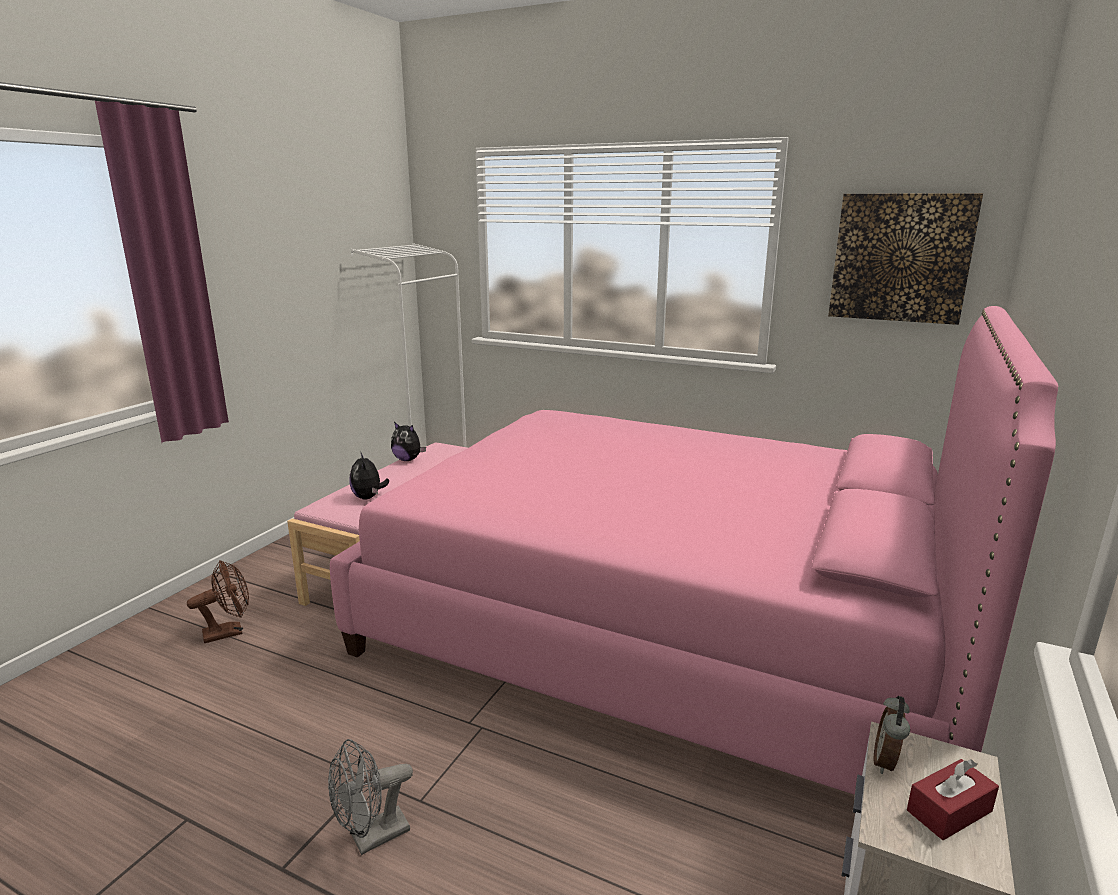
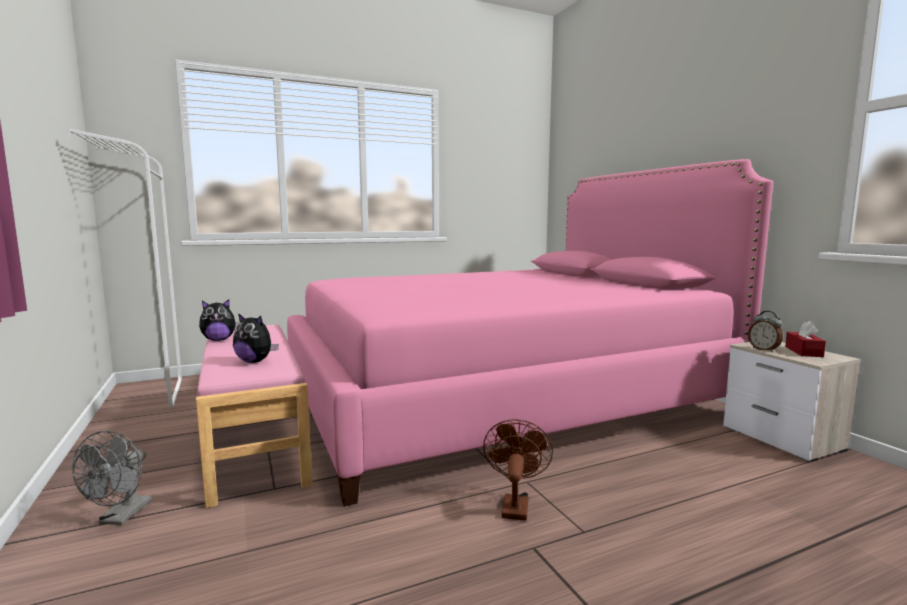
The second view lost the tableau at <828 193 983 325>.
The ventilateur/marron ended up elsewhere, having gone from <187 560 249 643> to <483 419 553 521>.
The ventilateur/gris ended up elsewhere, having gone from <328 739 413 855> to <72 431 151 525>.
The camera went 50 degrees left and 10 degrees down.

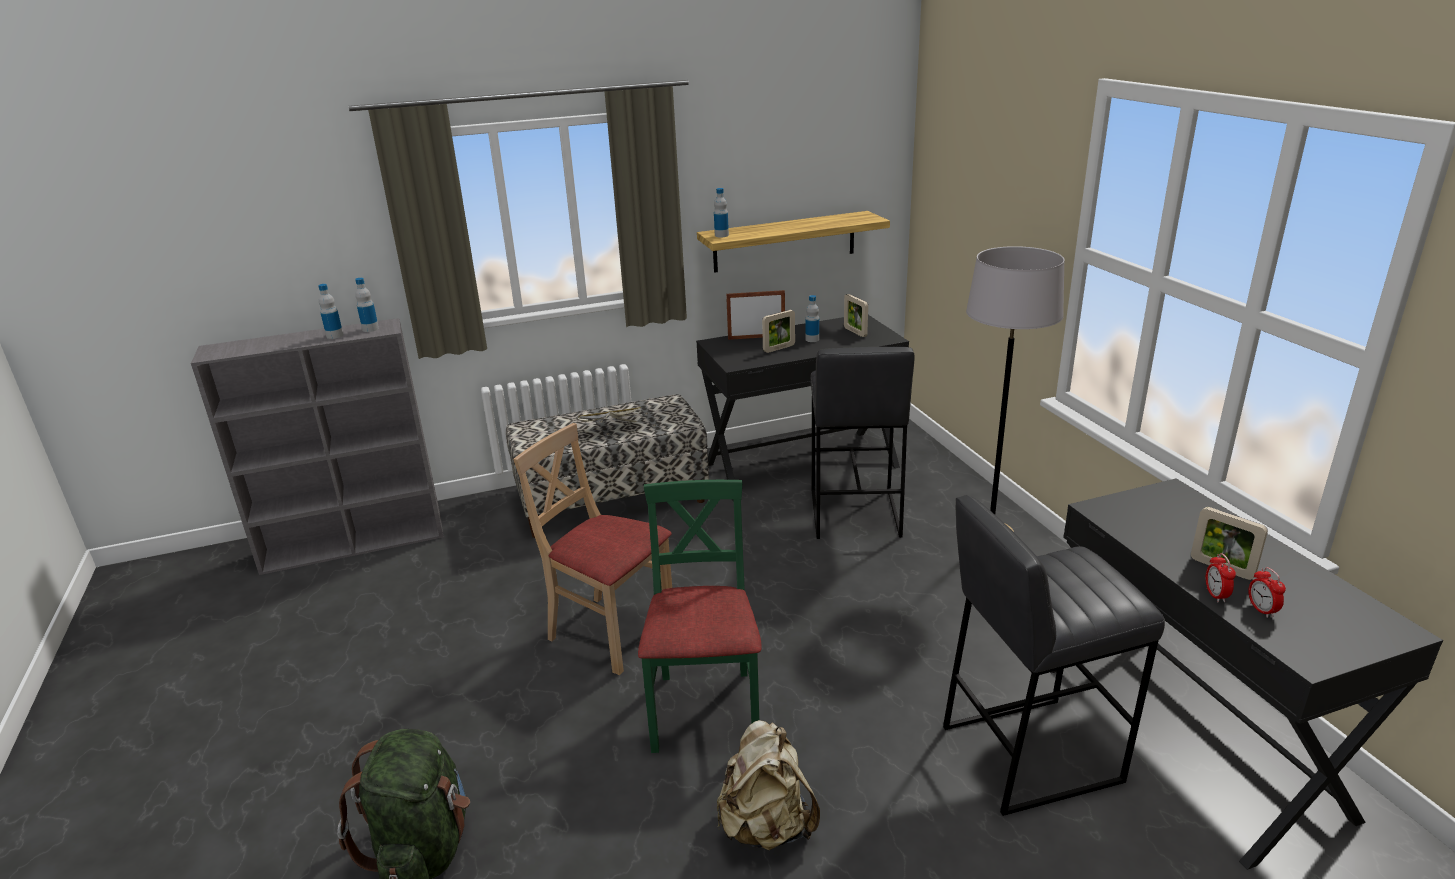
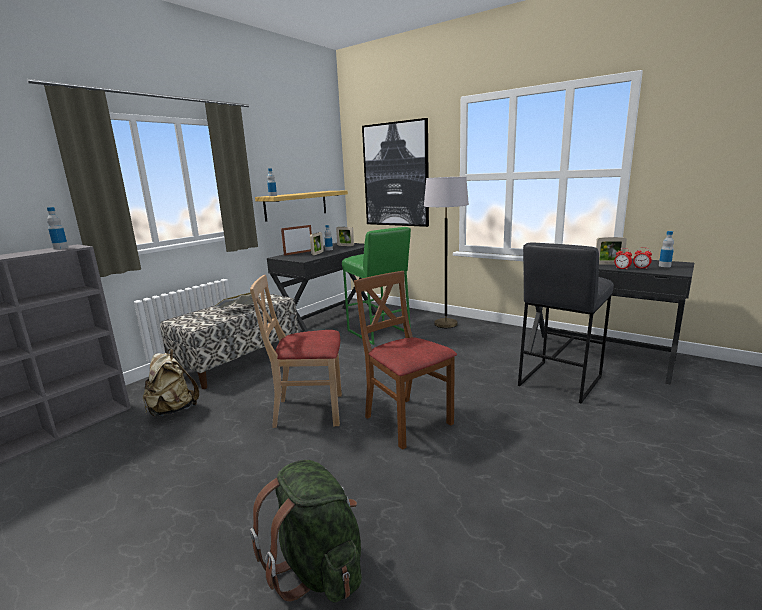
The bouteille ended up elsewhere, having gone from <318 284 343 339> to <659 231 674 267>.
What was the tabouret/gris at <810 347 915 539> turned into the tabouret/vert at <342 227 411 345>.
What was the chaise/vert at <638 480 762 753> turned into the chaise/marron at <354 271 457 450>.
The sac à dos/beige ended up elsewhere, having gone from <717 720 820 850> to <143 349 199 417>.
The second view gained the tableau at <362 118 429 227>.
The camera went 35 degrees left and 10 degrees down.

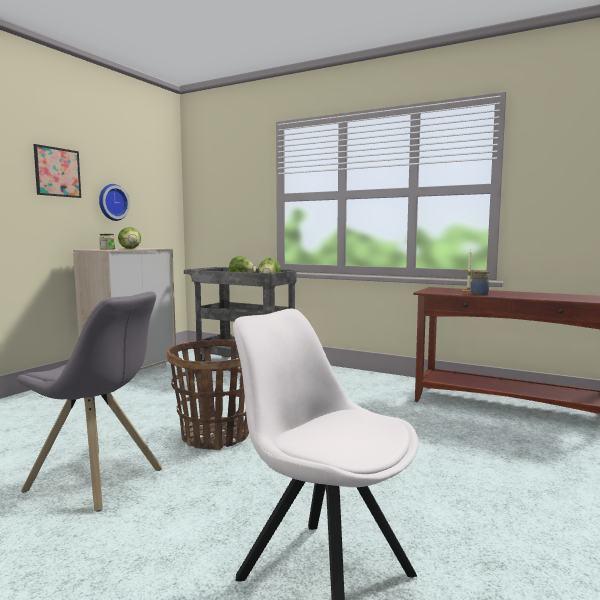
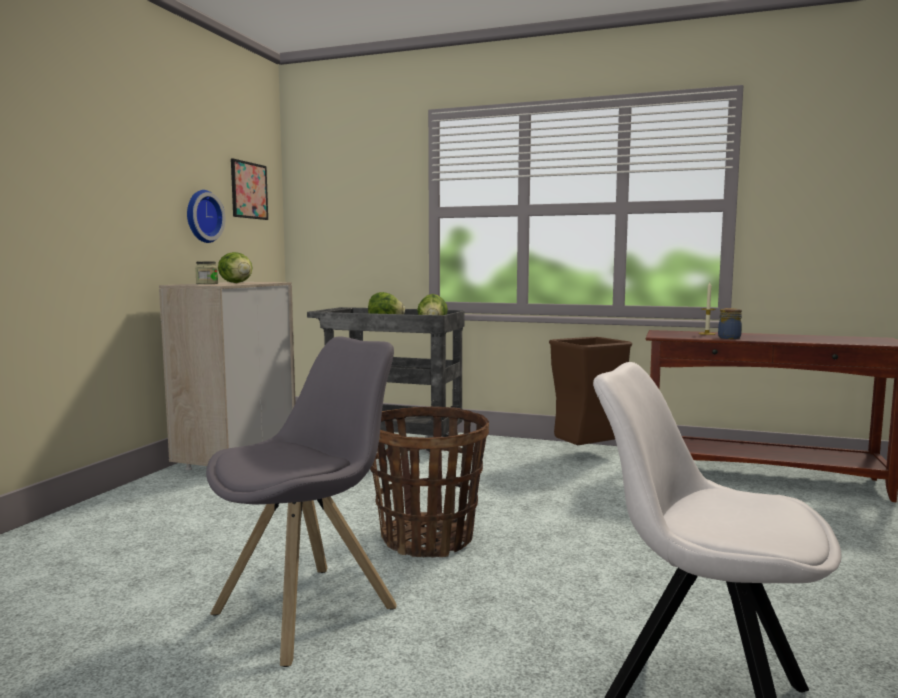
The tableau ended up elsewhere, having gone from <34 144 81 198> to <231 158 268 220>.
The chaise/gris at <17 291 162 512> ended up facing another way, 60 degrees counterclockwise from before.
The second view gained the poubelle/marron at <549 337 632 445>.
The camera went 10 degrees left and 0 degrees up.

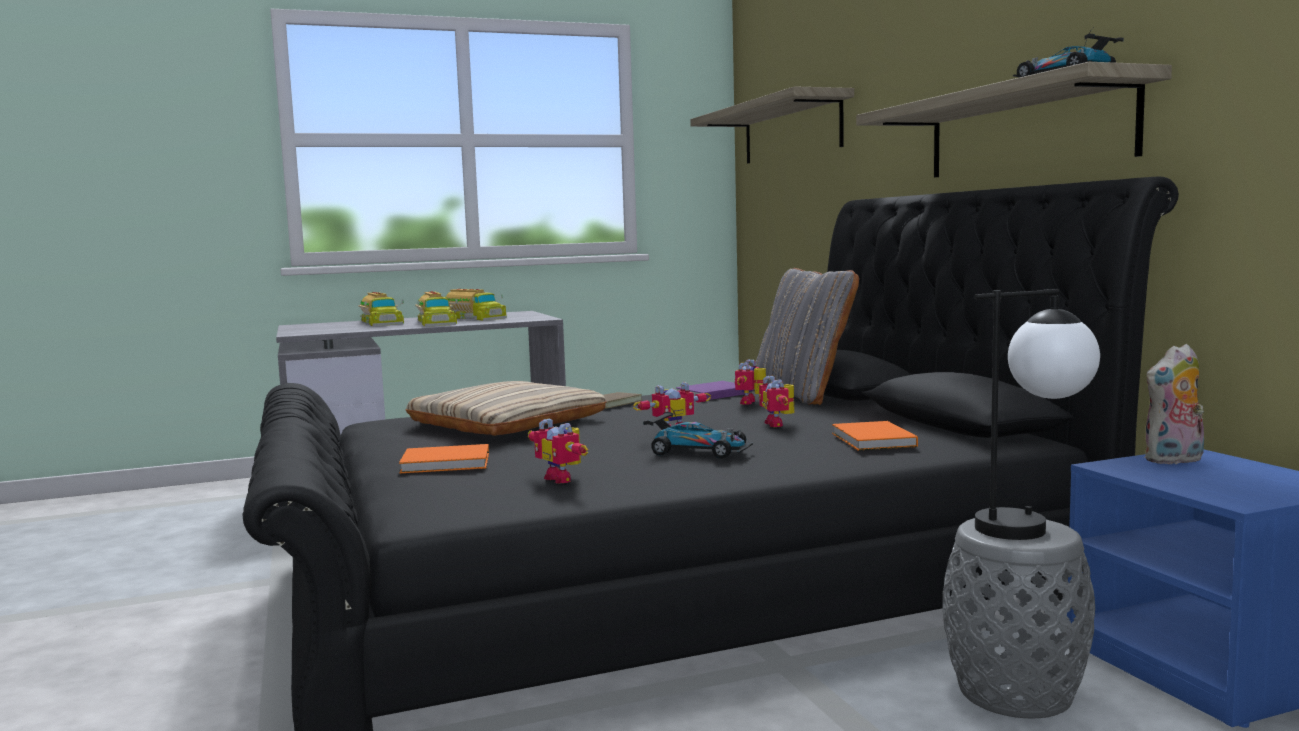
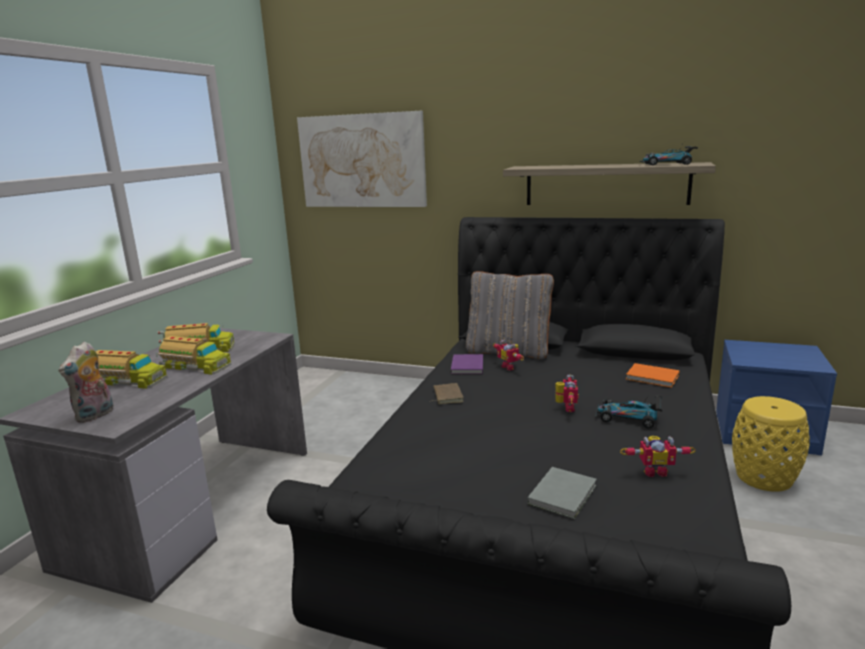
Where the étagère hung at <690 86 854 164>, the tableau came to hang at <297 111 427 207>.
The second view lost the lampe de table at <974 289 1100 540>.
The peluche ended up elsewhere, having gone from <1144 344 1204 465> to <58 342 114 423>.
The second view lost the robot jouet at <759 376 794 427>.
The second view lost the coussin/beige at <405 381 606 436>.
The petite voiture at <643 406 753 459> ended up facing another way, 135 degrees counterclockwise from before.
What was the livre/orange at <399 444 489 473> turned into the livre/gris at <527 467 597 519>.
What was the tabouret/gris at <942 518 1095 718> turned into the tabouret/jaune at <732 396 810 492>.
The camera went 50 degrees left and 10 degrees up.

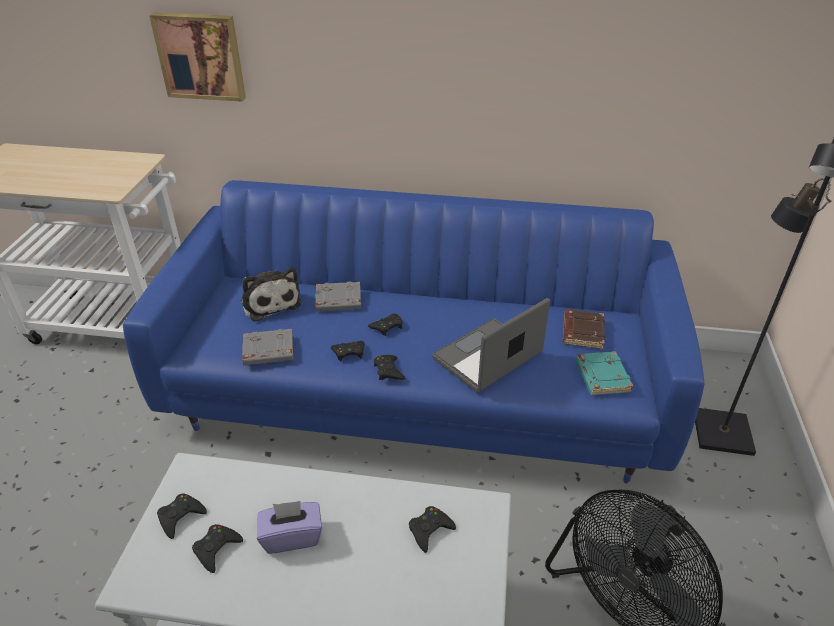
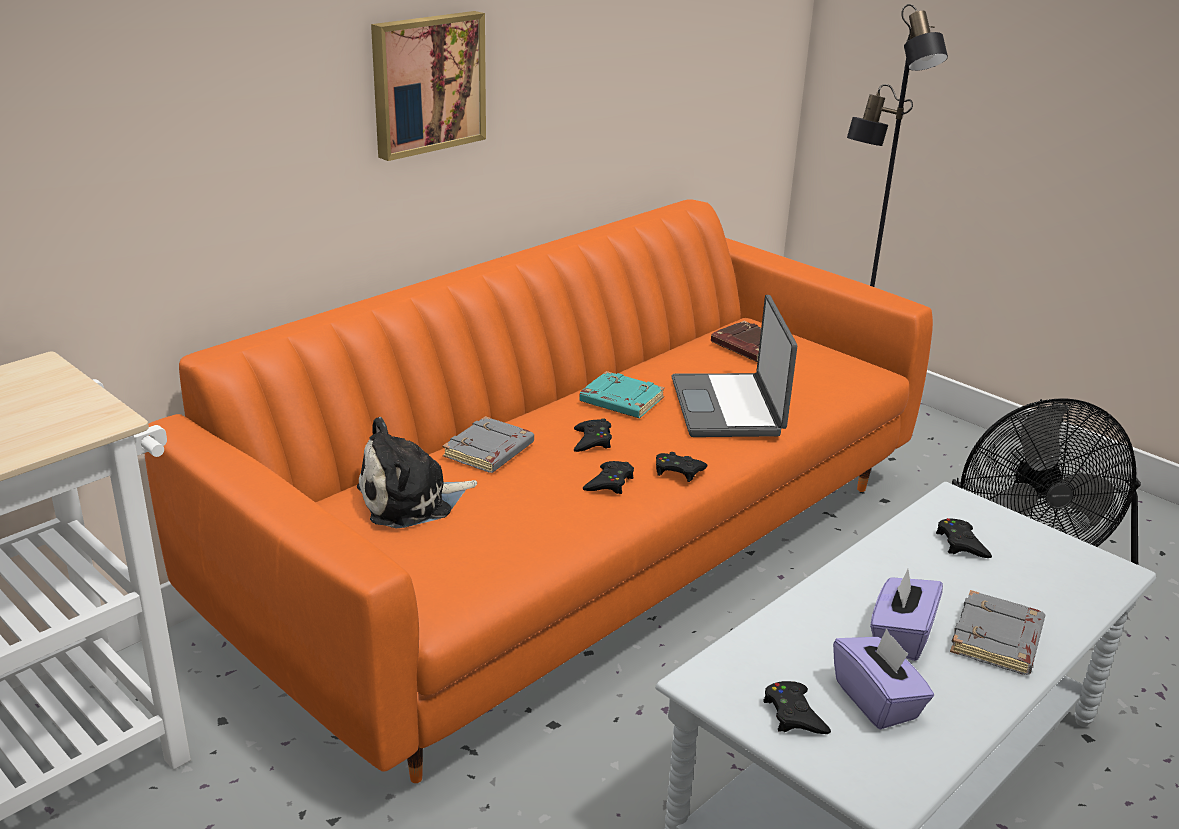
The tableau ended up elsewhere, having gone from <149 13 246 102> to <371 11 486 161>.
What was the canapé/bleu at <123 180 704 482> turned into the canapé/orange at <144 199 933 783>.
The peluche at <241 267 301 322> ended up facing another way, 150 degrees clockwise from before.
The livre/gris ended up elsewhere, having gone from <242 329 293 365> to <950 590 1045 675>.
The livre/turquoise ended up elsewhere, having gone from <575 351 633 395> to <579 371 665 418>.
Where the manette/noir stood at <192 524 243 573>, the boîte à mouchoirs/violet came to stand at <833 628 934 730>.
The camera went 55 degrees left and 10 degrees down.

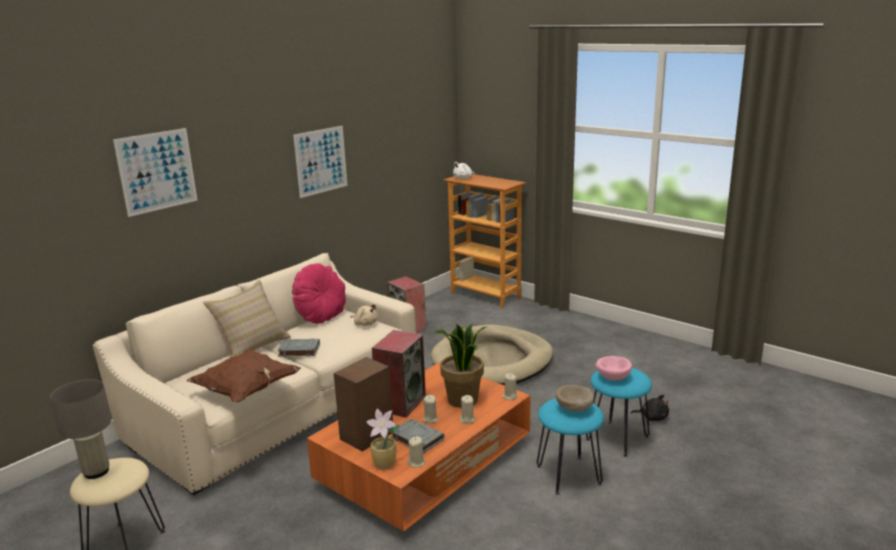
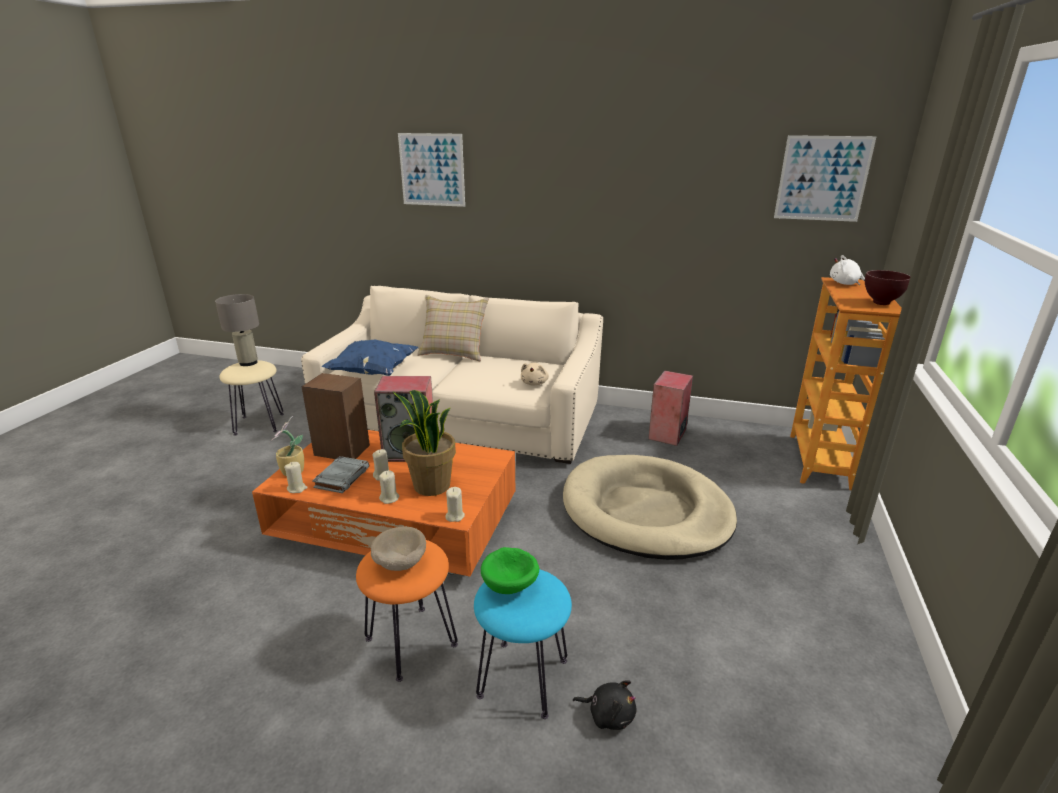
The tableau ended up elsewhere, having gone from <293 126 347 198> to <774 135 877 222>.
The second view lost the coussin/rose at <292 263 346 324>.
The second view lost the livre/gris at <277 338 320 357>.
What was the coussin/marron at <187 349 301 402> turned into the coussin/bleu at <322 340 419 376>.
What was the bol/rose at <596 356 632 380> turned into the bol/vert at <481 547 540 594>.
The peluche/noir at <631 395 669 421> ended up facing another way, 60 degrees counterclockwise from before.
What was the tabouret/turquoise at <537 398 604 495> turned into the tabouret/orange at <356 540 458 682>.
The second view gained the bol/marron at <865 270 911 305>.
The camera went 65 degrees right and 5 degrees up.

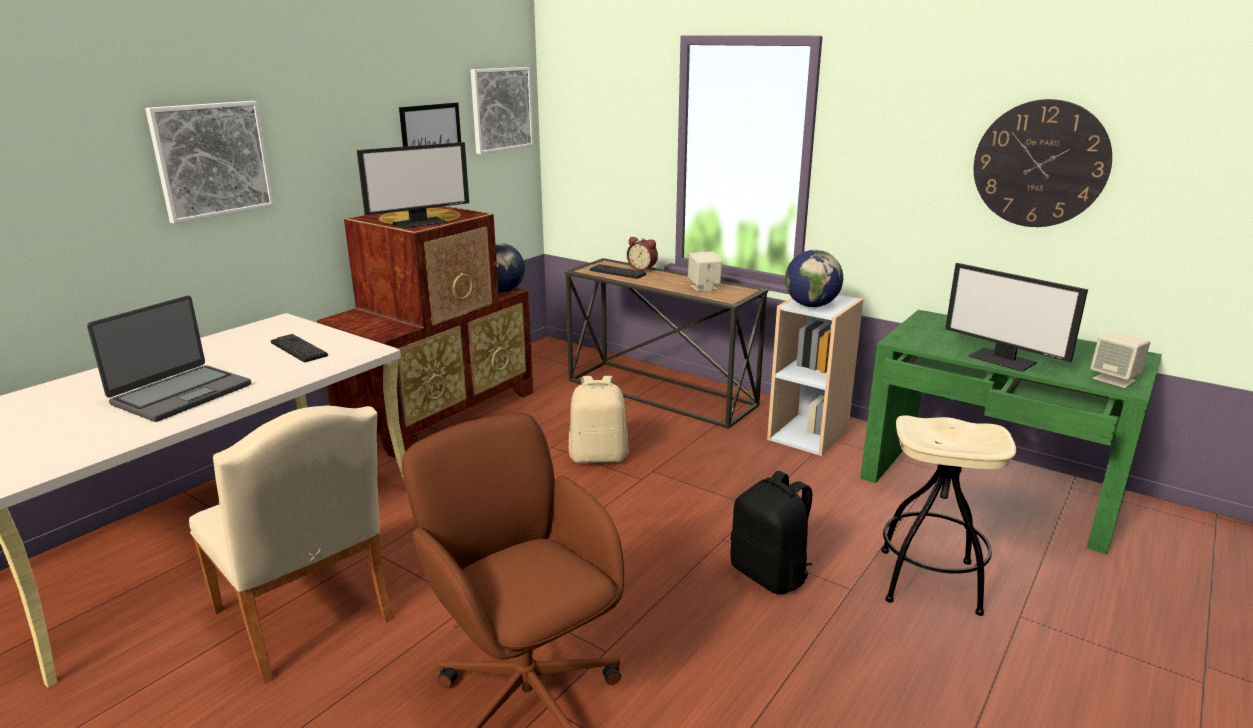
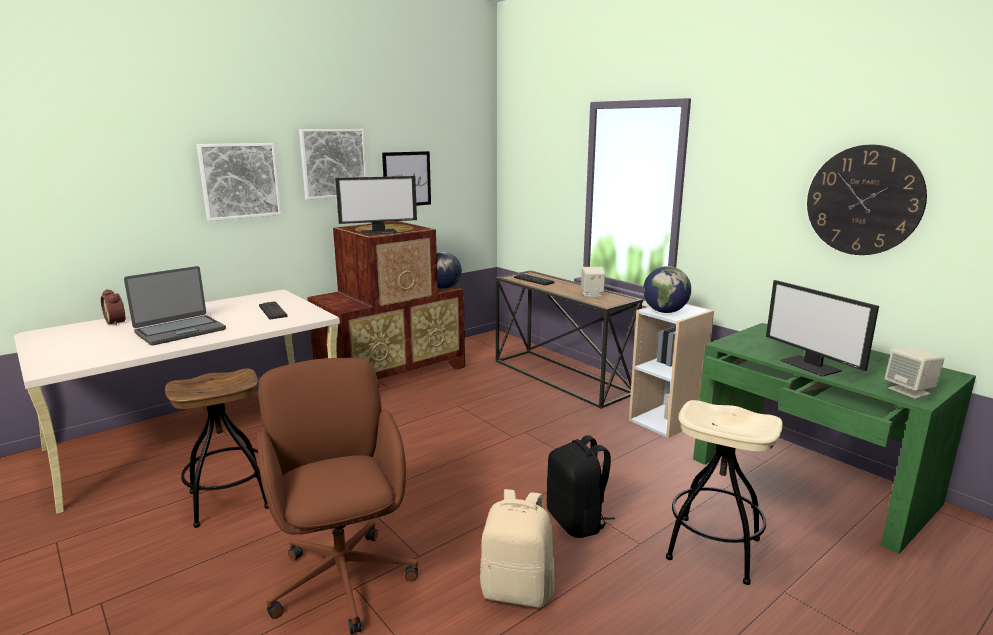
The tableau ended up elsewhere, having gone from <470 67 534 154> to <299 129 367 200>.
The réveil ended up elsewhere, having gone from <627 237 658 271> to <101 289 125 326>.
The sac à dos/beige ended up elsewhere, having gone from <569 376 629 463> to <480 489 555 608>.
Where the chaise/beige stood at <189 406 393 684>, the tabouret/marron came to stand at <165 368 269 528>.
The camera went 15 degrees right and 5 degrees down.

